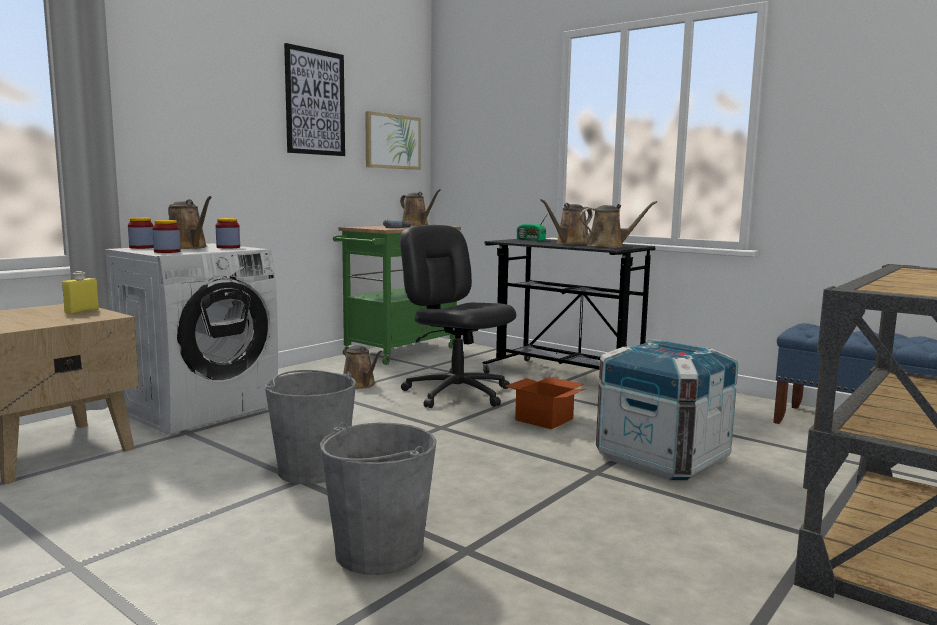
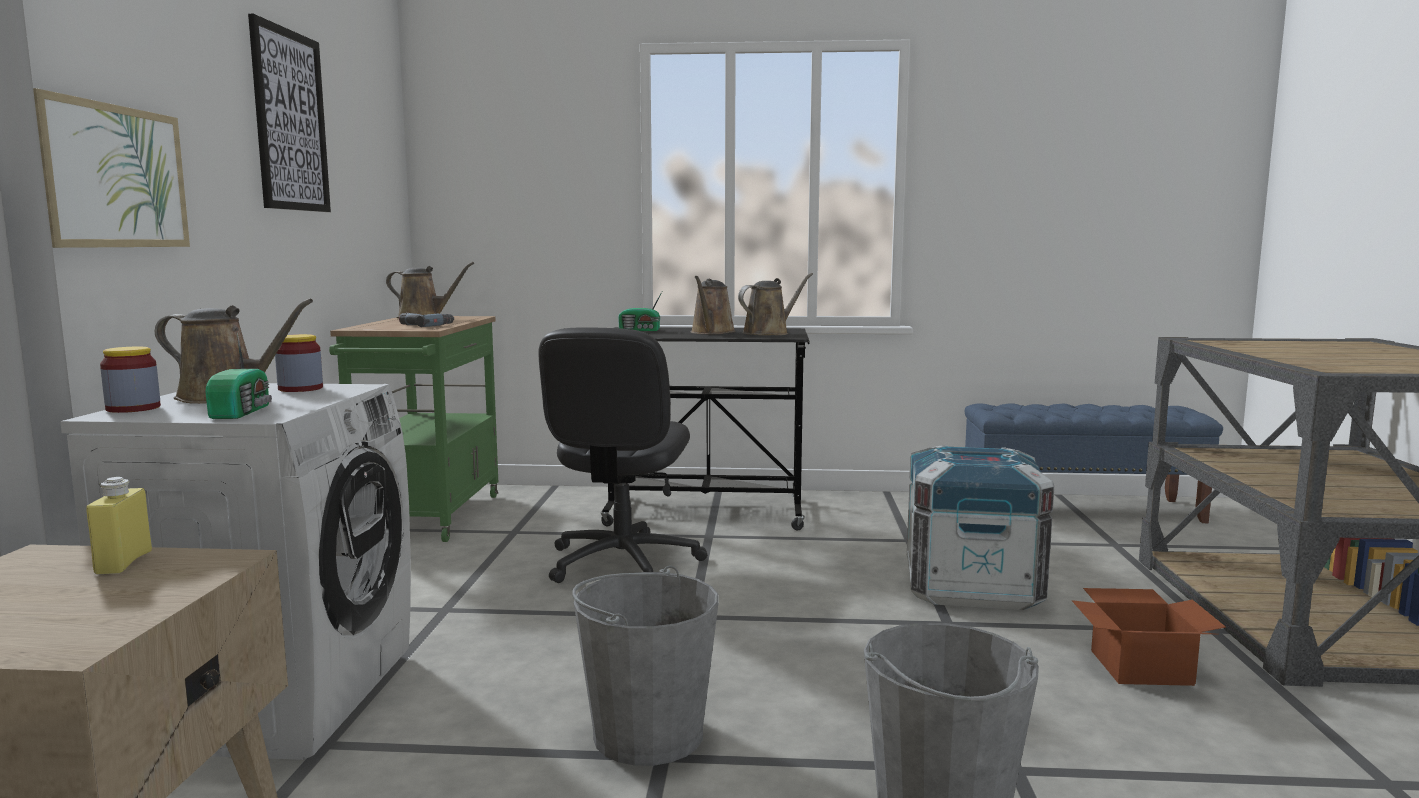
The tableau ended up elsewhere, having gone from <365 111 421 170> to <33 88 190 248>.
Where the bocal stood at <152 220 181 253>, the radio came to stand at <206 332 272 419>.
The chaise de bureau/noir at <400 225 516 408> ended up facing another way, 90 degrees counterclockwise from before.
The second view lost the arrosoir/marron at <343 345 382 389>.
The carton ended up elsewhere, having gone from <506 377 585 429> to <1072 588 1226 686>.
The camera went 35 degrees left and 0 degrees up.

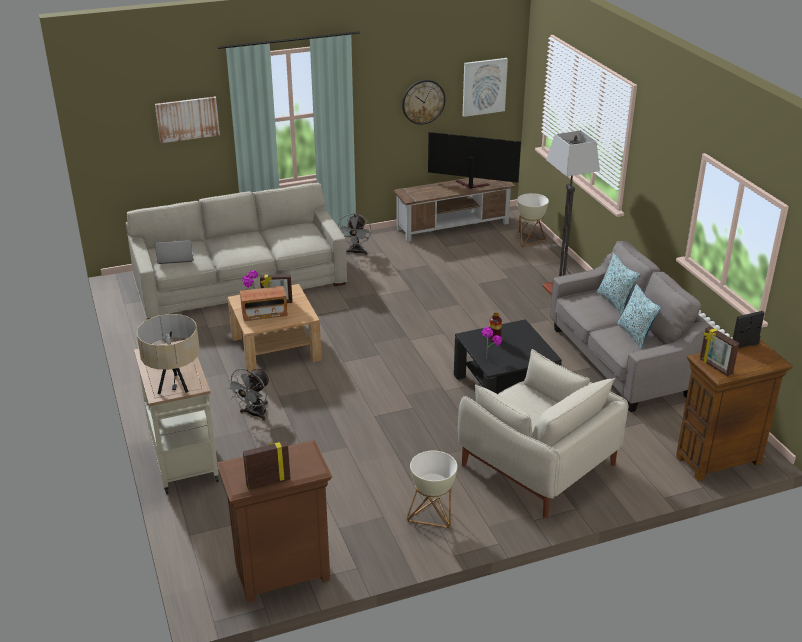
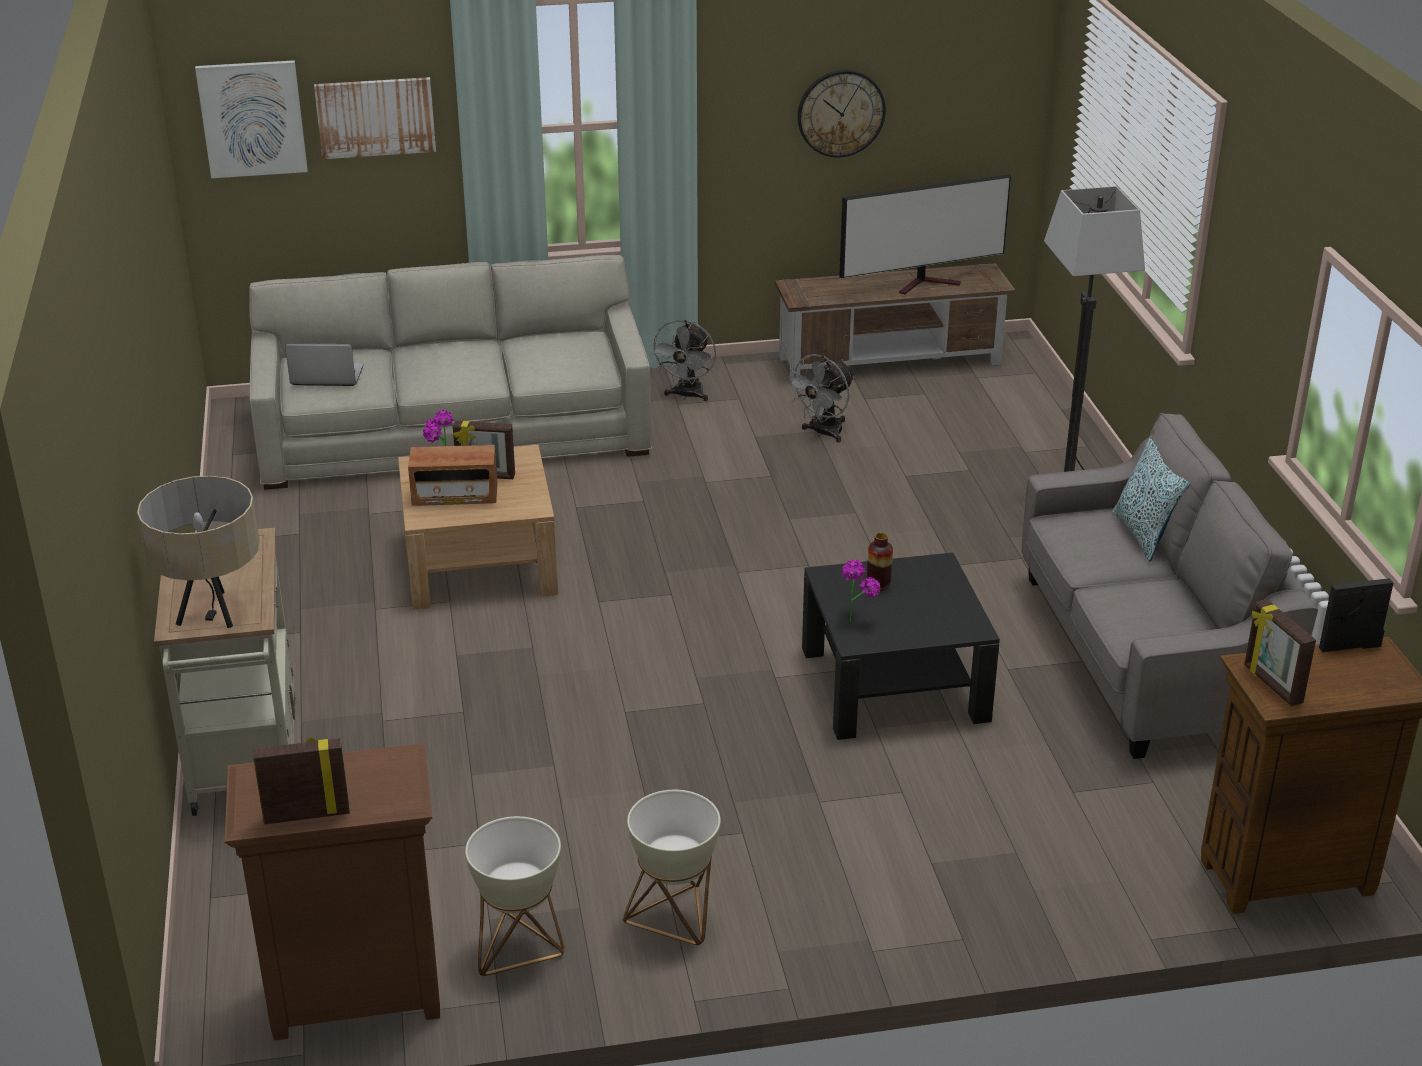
The tableau ended up elsewhere, having gone from <462 58 508 117> to <195 60 308 178>.
The téléviseur at <428 132 521 189> ended up facing another way, 135 degrees clockwise from before.
The cache-pot ended up elsewhere, having gone from <517 193 549 247> to <465 816 565 976>.
The second view lost the coussin at <617 284 661 349>.
The second view lost the fauteuil/beige at <458 349 628 518>.
The ventilateur/gris ended up elsewhere, having gone from <226 368 270 421> to <786 354 855 443>.
The camera went 10 degrees right and 0 degrees up.

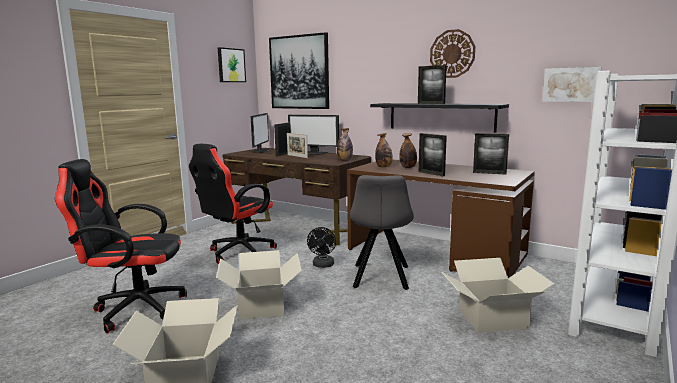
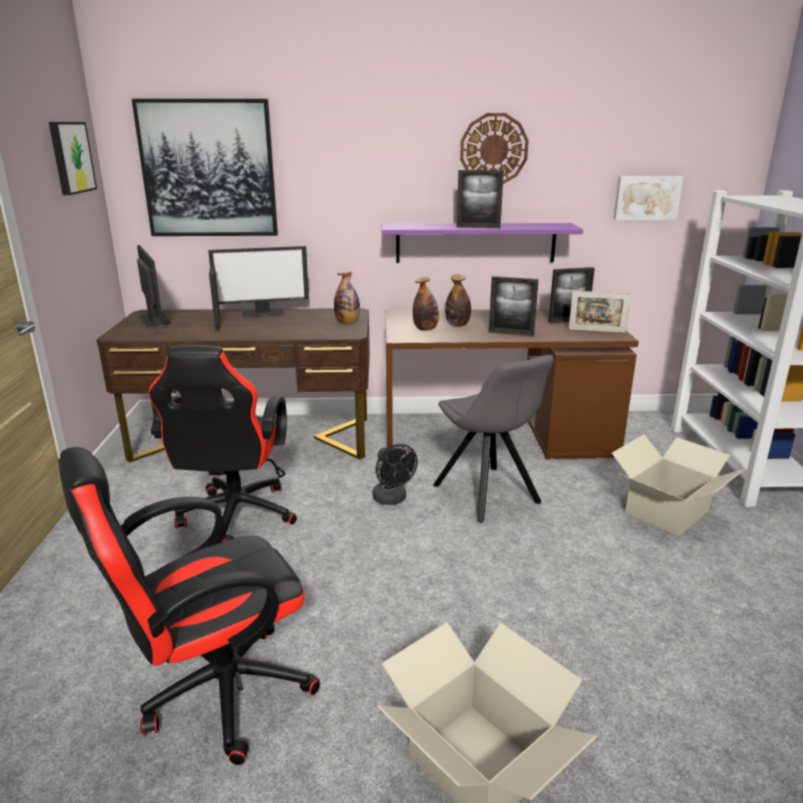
What was the étagère/noir at <370 103 509 133> turned into the étagère/violet at <382 223 583 263>.
The cadre photo ended up elsewhere, having gone from <287 133 308 158> to <569 291 631 333>.
The second view lost the carton at <216 250 302 320>.
The camera went 35 degrees left and 10 degrees up.

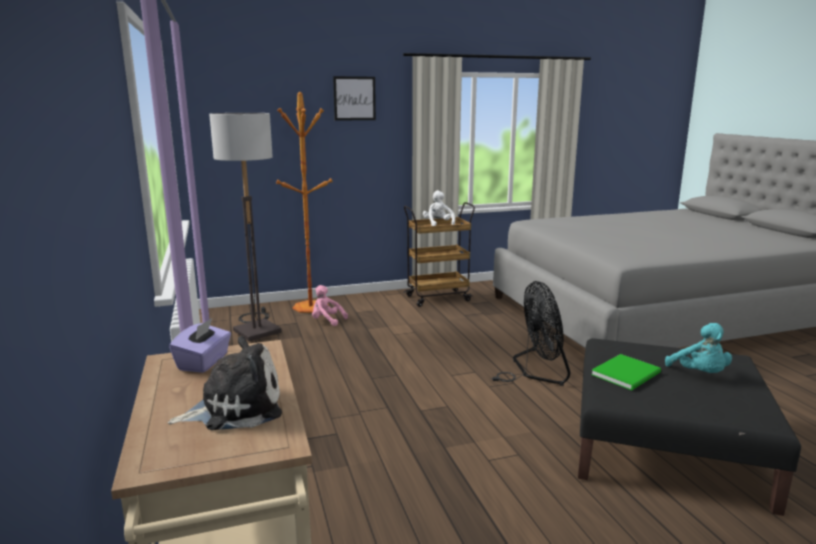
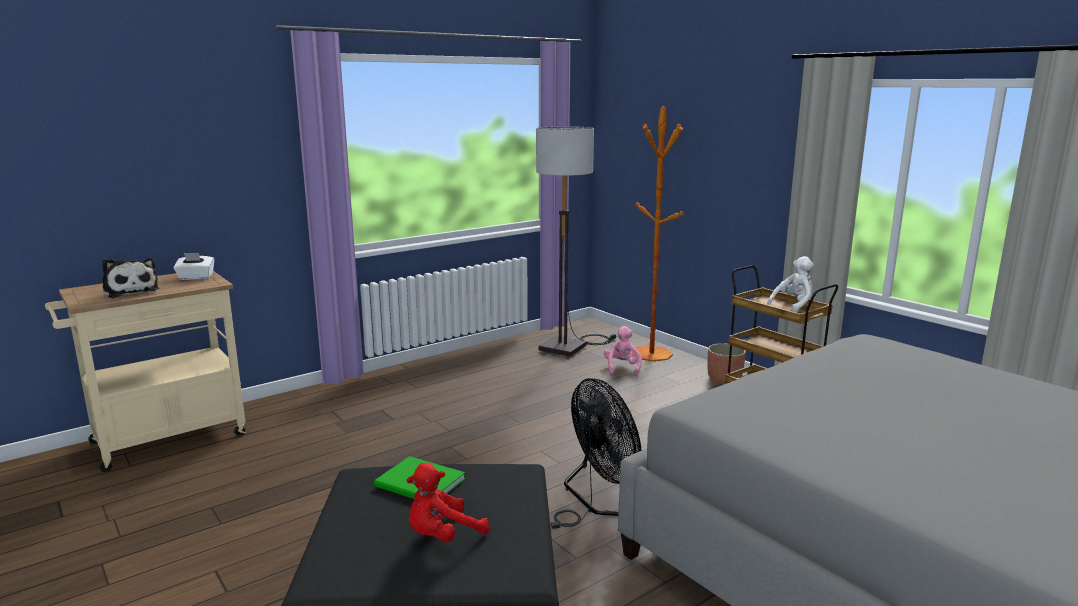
The second view lost the tableau at <333 76 376 121>.
The ventilateur/noir at <491 281 570 386> ended up facing another way, 90 degrees counterclockwise from before.
What was the boîte à mouchoirs/violet at <169 318 231 373> turned into the boîte à mouchoirs/blanc at <173 253 214 280>.
What was the peluche/turquoise at <665 323 732 373> turned into the peluche/rouge at <406 463 489 542>.
The second view gained the cache-pot at <707 343 746 384>.
The camera went 70 degrees right and 0 degrees up.

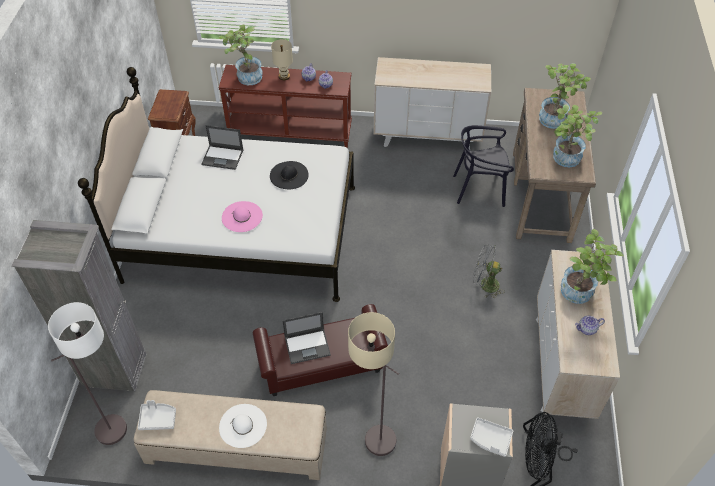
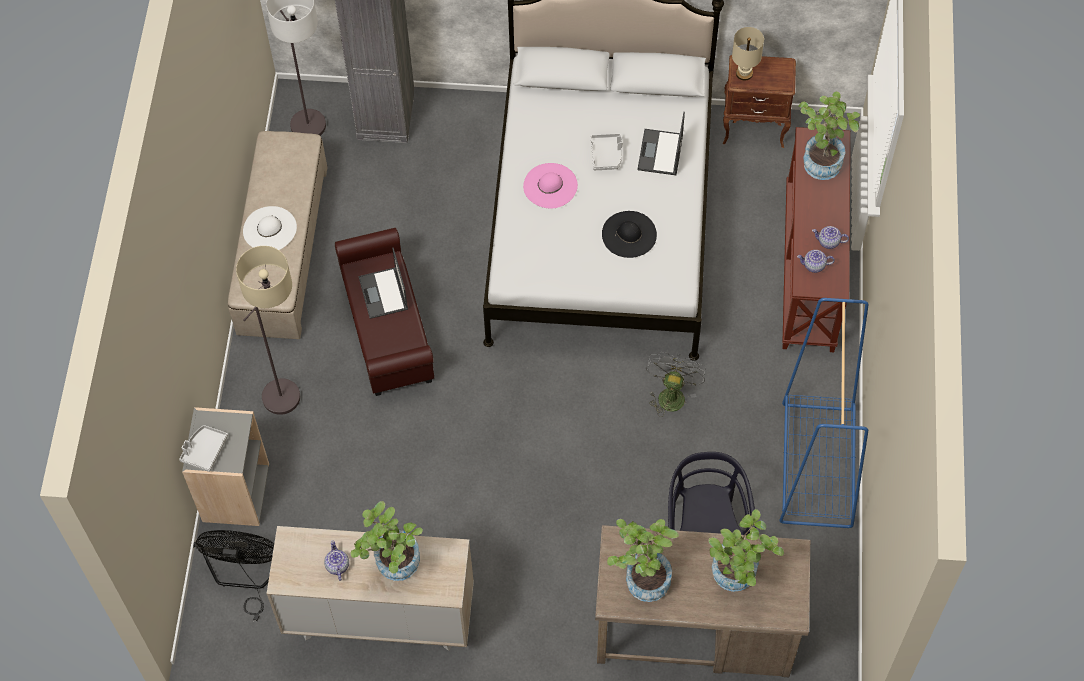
The lampe de table/beige ended up elsewhere, having gone from <271 39 293 80> to <732 27 764 81>.
Where the commode/blanc stood at <373 57 491 150>, the portant/bleu came to stand at <779 298 869 528>.
The ventilateur/gris ended up elsewhere, having gone from <473 244 505 298> to <646 352 705 417>.
The plateau/gris ended up elsewhere, having gone from <138 400 176 430> to <591 133 623 170>.
The camera went 90 degrees right and 10 degrees up.

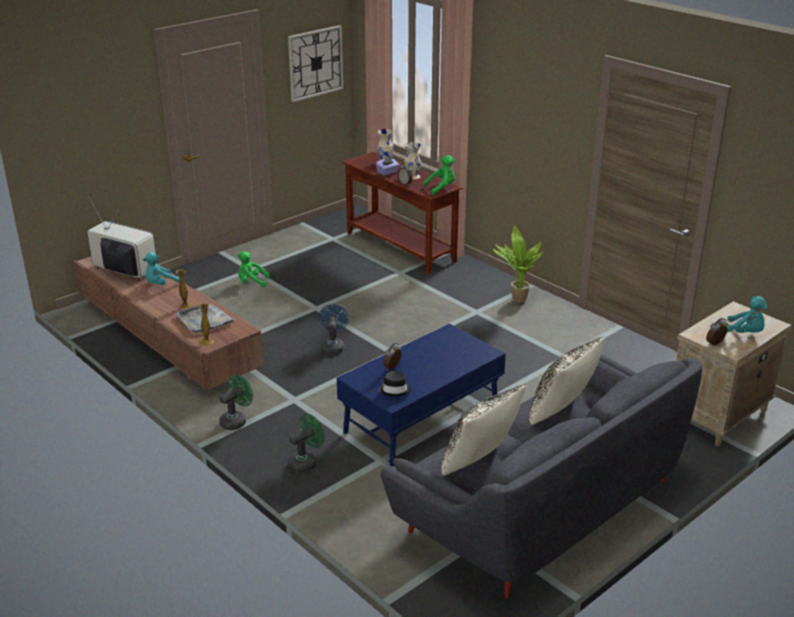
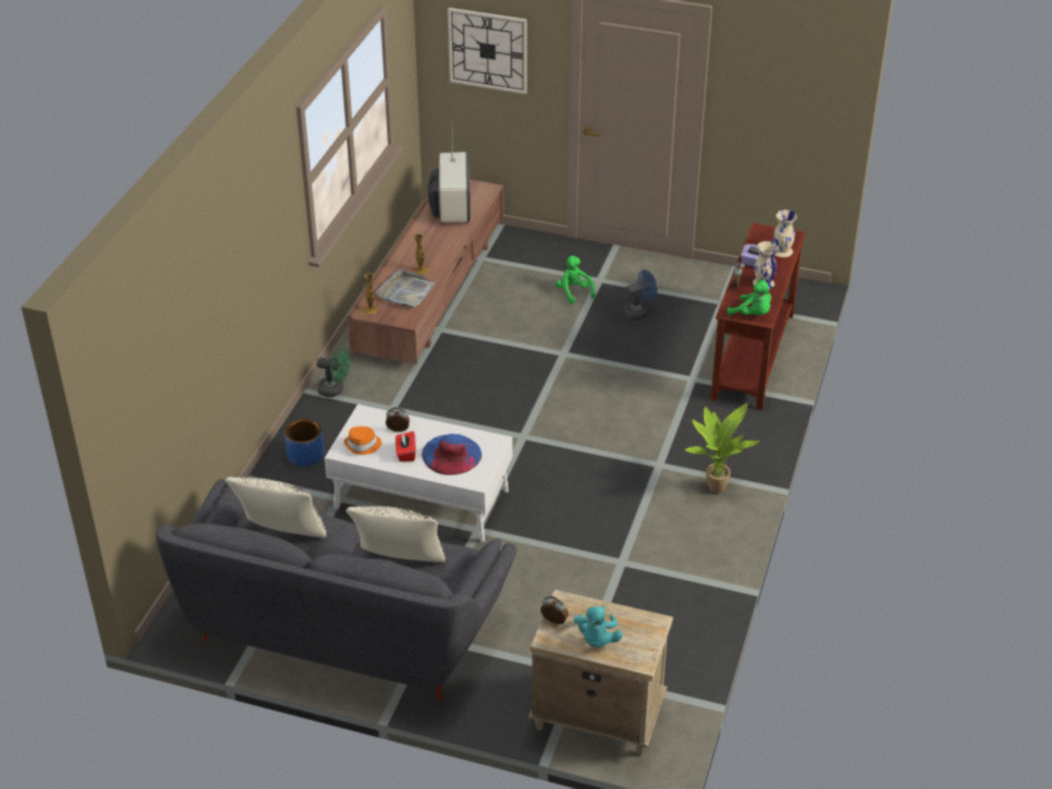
The horloge murale ended up elsewhere, having gone from <288 25 343 102> to <448 8 527 94>.
The second view lost the peluche/turquoise at <143 252 180 285>.
The ventilateur/bleu ended up elsewhere, having gone from <319 304 349 354> to <623 270 657 320>.
What was the table basse/bleu at <337 324 506 467> turned into the table basse/blanc at <324 404 513 542>.
What was the chapeau/noir at <379 371 411 396> turned into the chapeau/orange at <344 426 382 455>.
Where the ventilateur/vert stood at <288 414 324 473>, the cache-pot/bleu came to stand at <284 419 324 467>.
The second view gained the boîte à mouchoirs/rouge at <396 431 416 462>.
The second view gained the chapeau/bleu at <422 434 482 475>.
The camera went 60 degrees right and 10 degrees up.

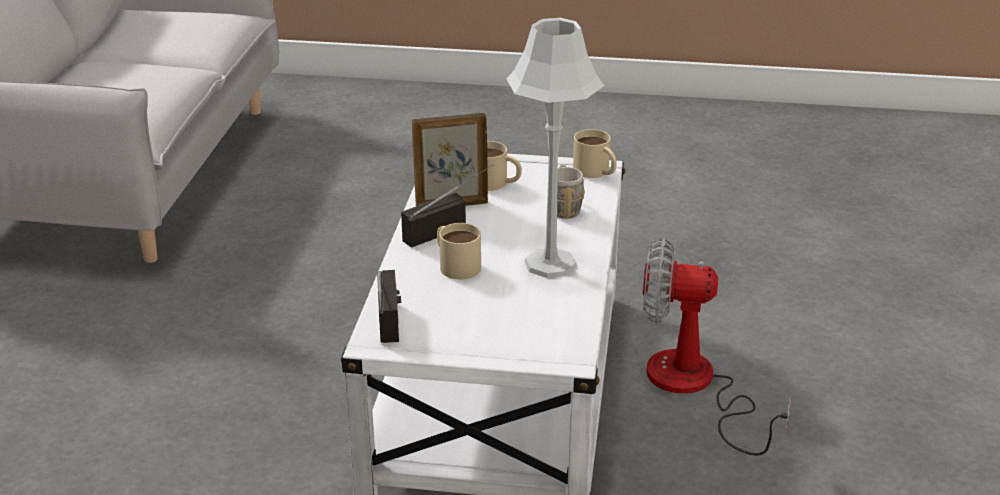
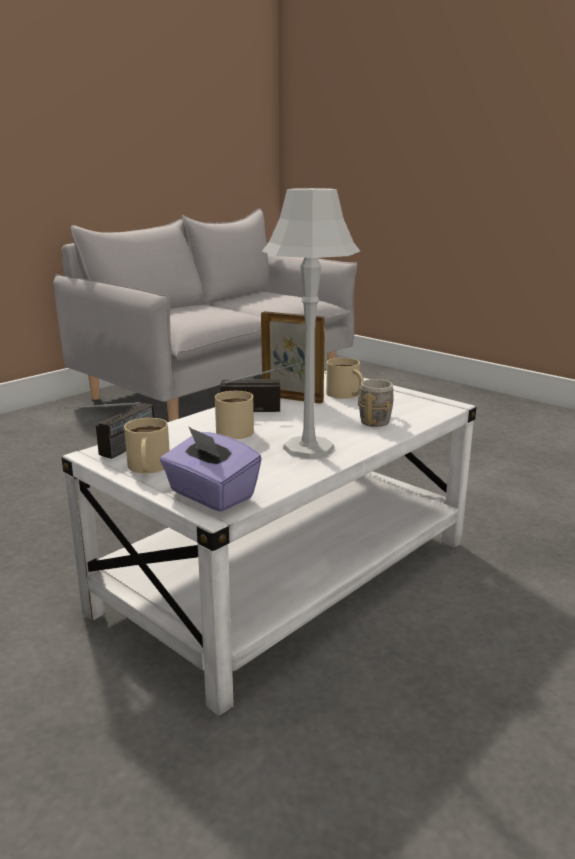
The mug/beige ended up elsewhere, having gone from <573 129 617 178> to <124 418 170 473>.
The second view lost the ventilateur at <643 238 791 456>.
The second view gained the boîte à mouchoirs/violet at <160 426 262 512>.
The camera went 35 degrees right and 10 degrees down.

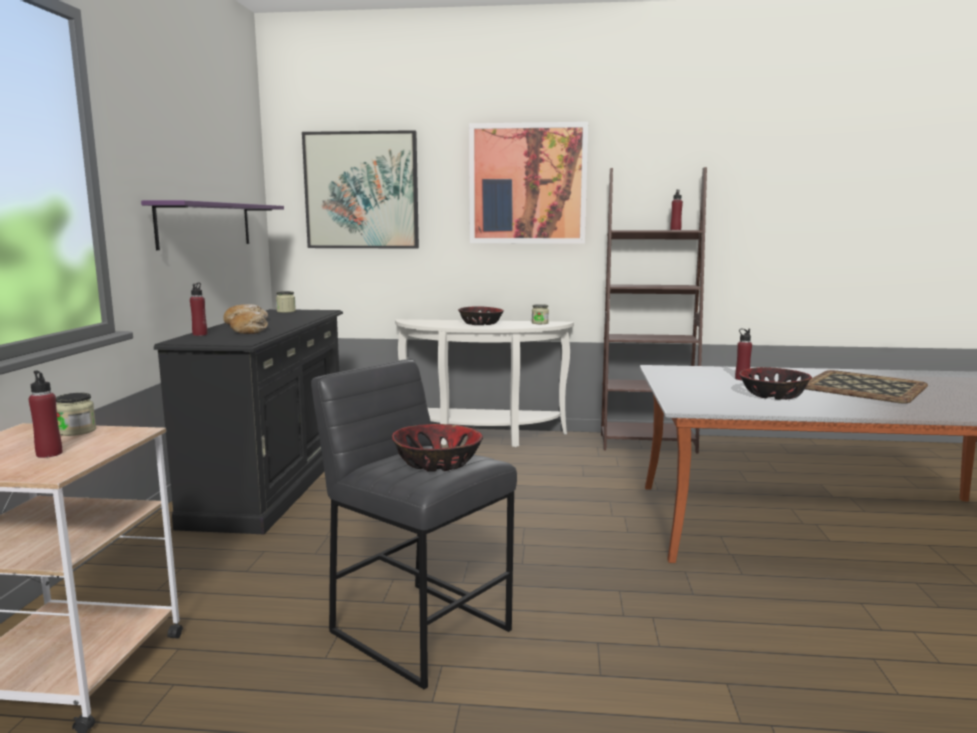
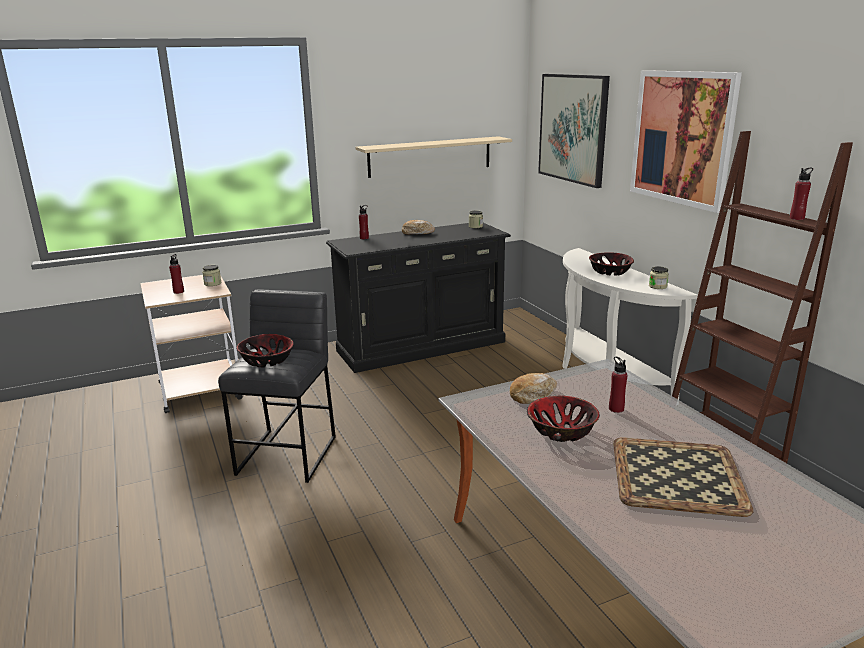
What was the étagère/violet at <141 200 284 250> turned into the étagère/beige at <355 136 512 178>.
The pain ended up elsewhere, having gone from <230 311 268 334> to <510 373 557 404>.
The camera went 60 degrees right and 10 degrees up.

